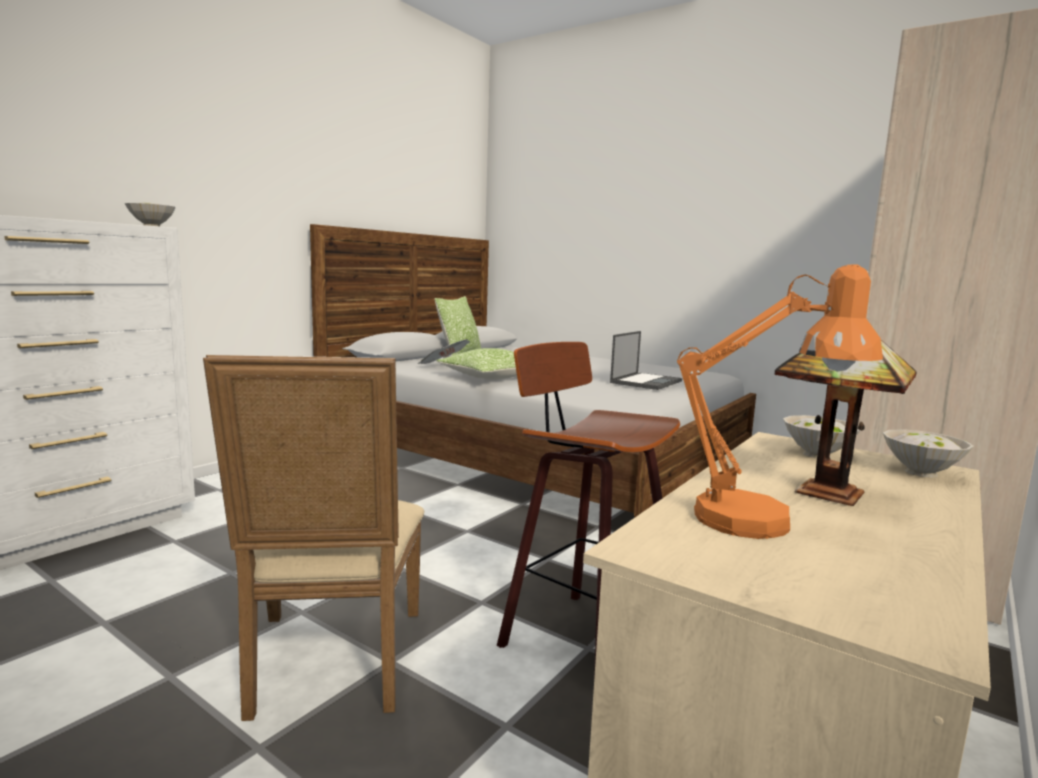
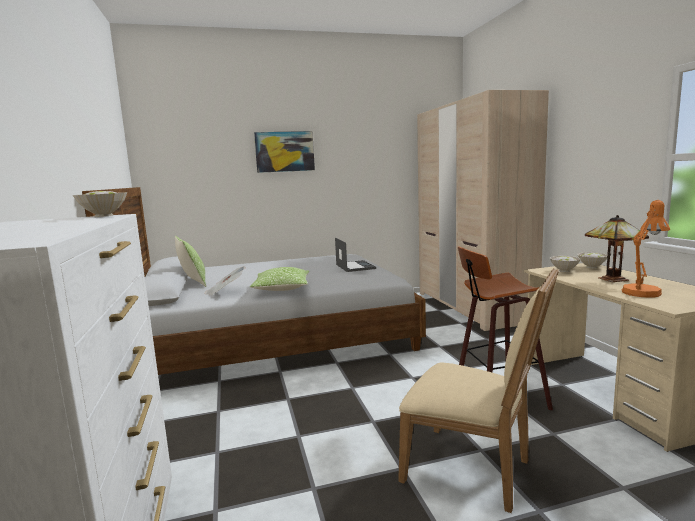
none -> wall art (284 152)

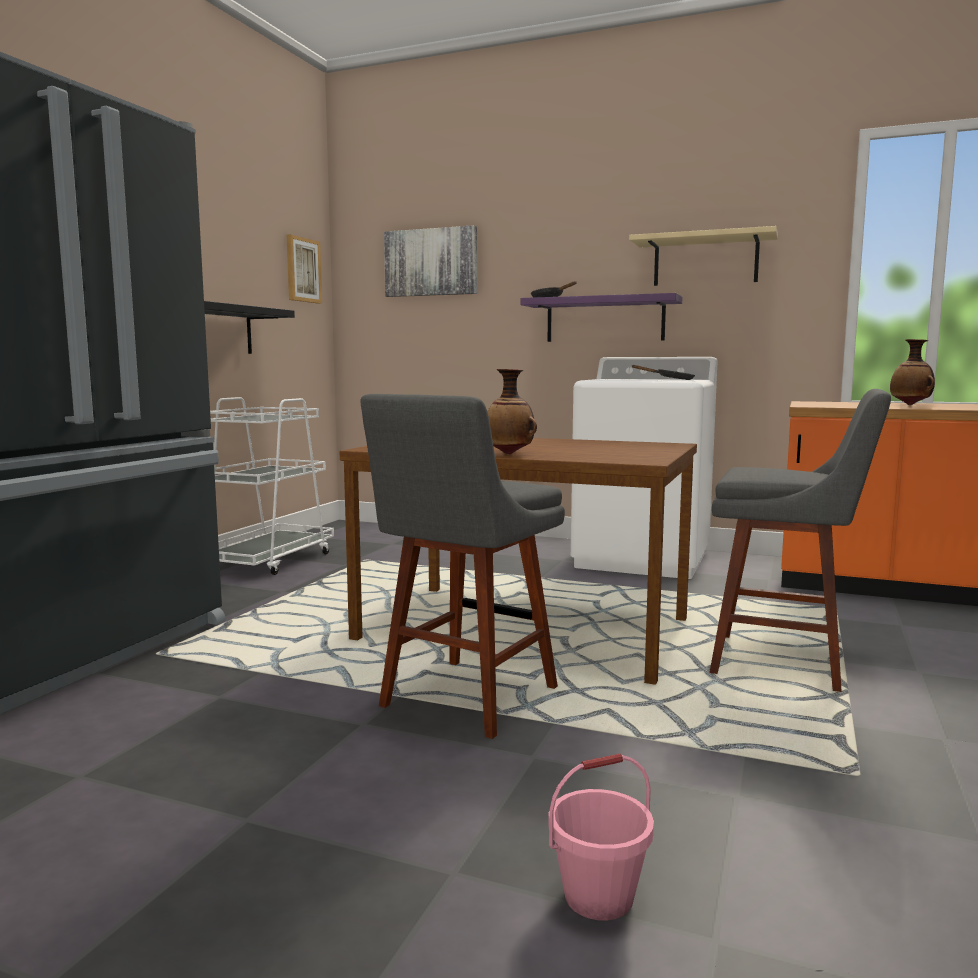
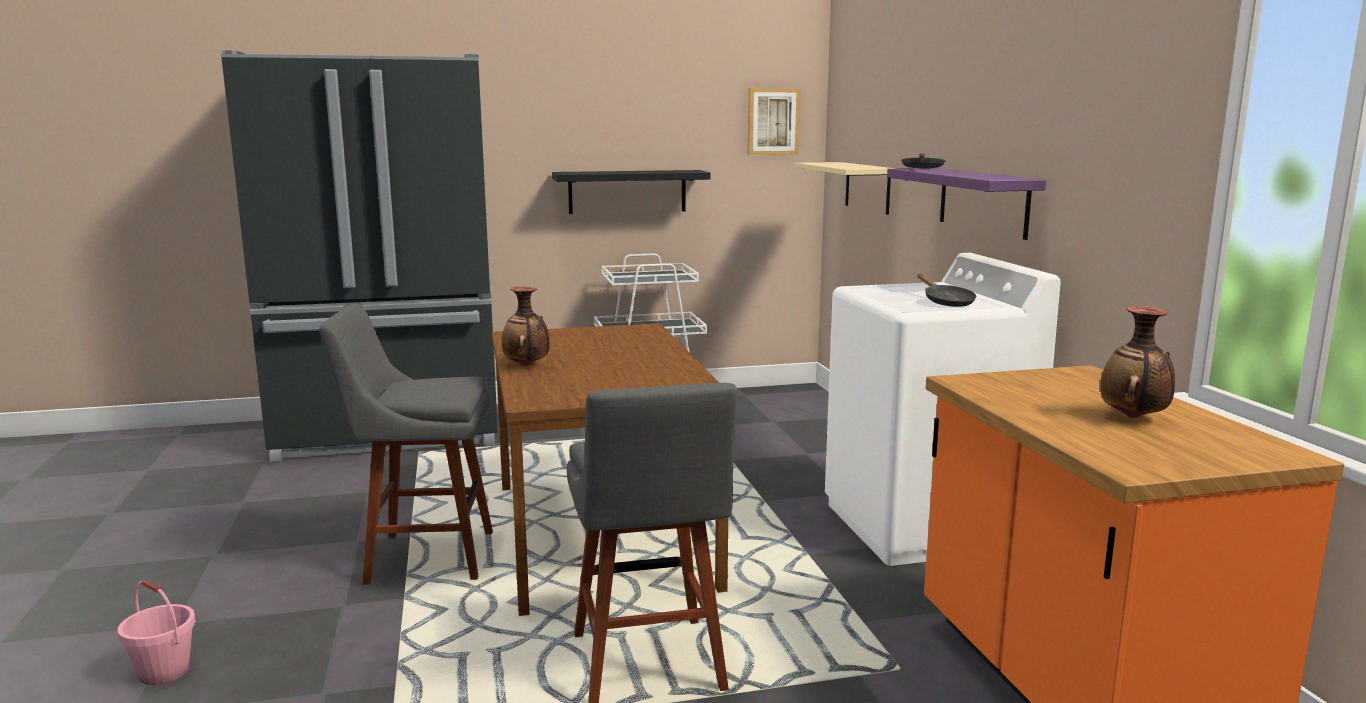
wall art (430 261) -> none
sand-coloured shelf (703 256) -> sand-coloured shelf (843 188), shifted

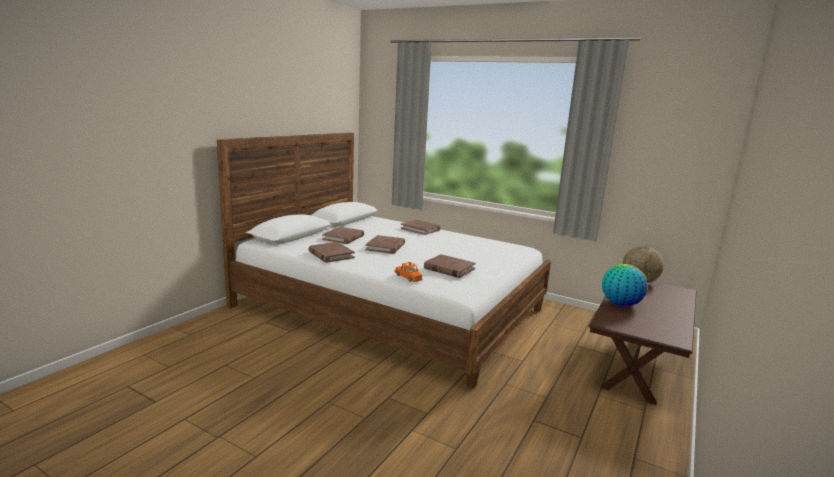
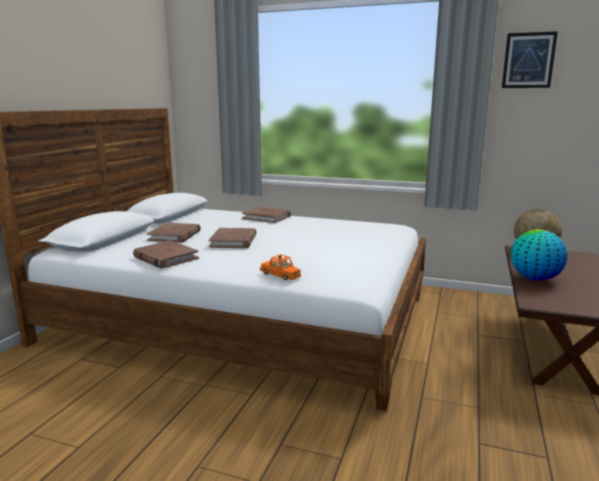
brown-coloured book (450 266) -> none
none -> wall art (530 59)

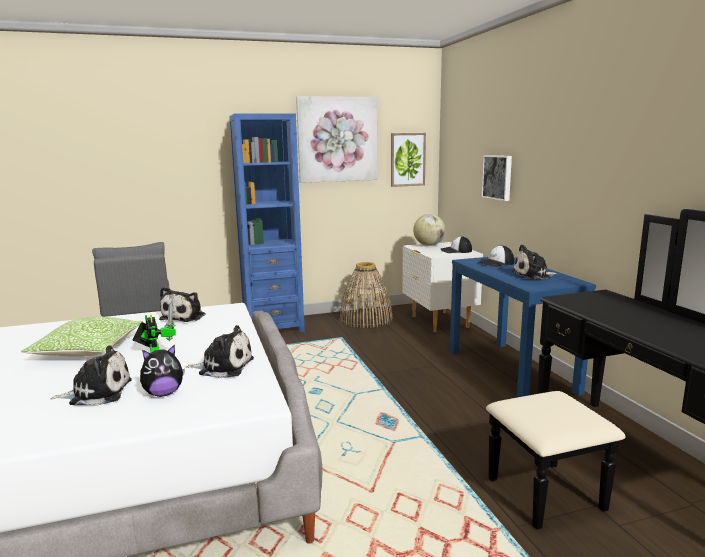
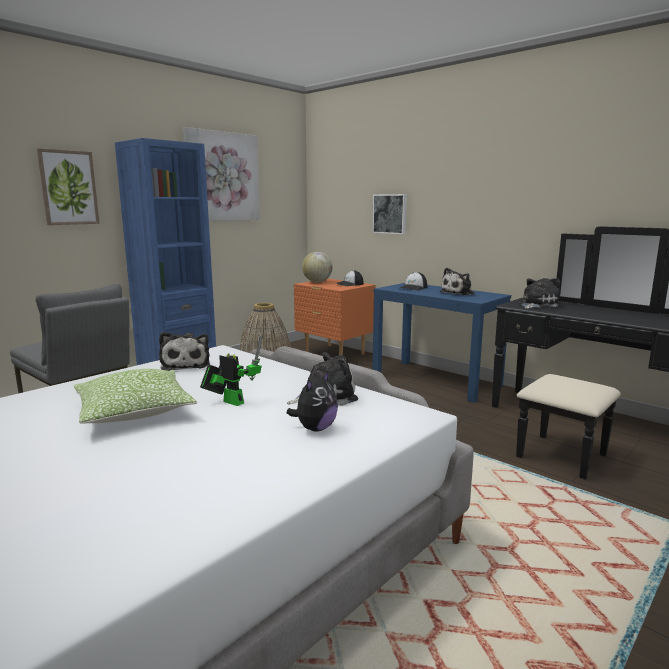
cuddly toy (91 375) -> cuddly toy (539 293), shifted
wall art (408 160) -> wall art (68 186), shifted
whitish bedside table (442 287) -> orange bedside table (335 317)

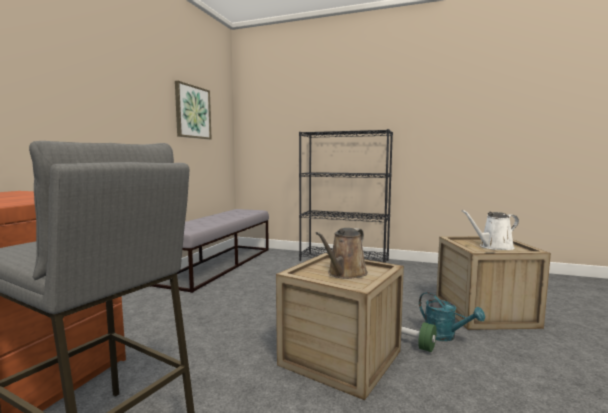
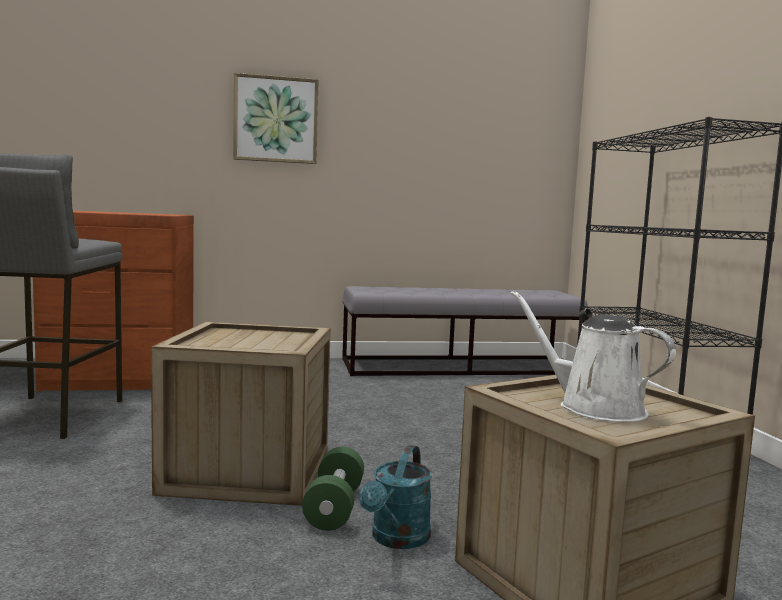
brown-coloured watering pot (342 253) -> none
wall art (193 110) -> wall art (276 118), shifted

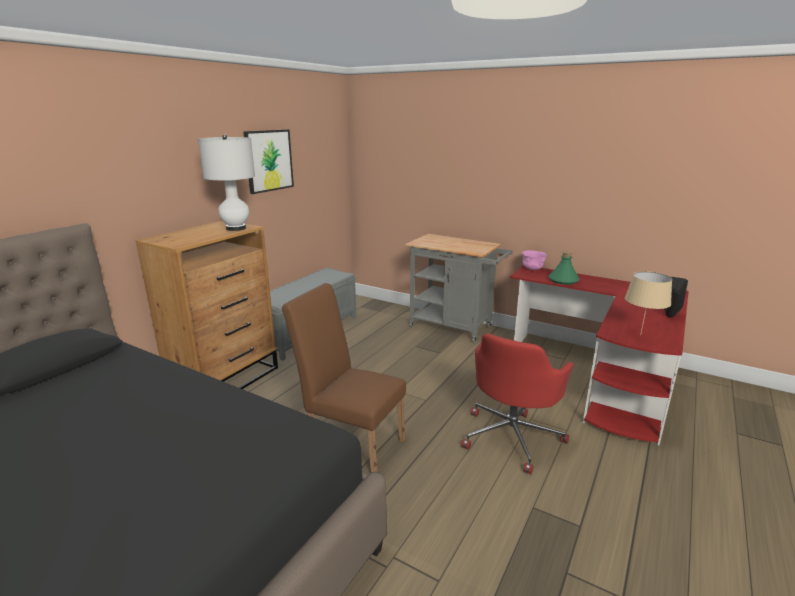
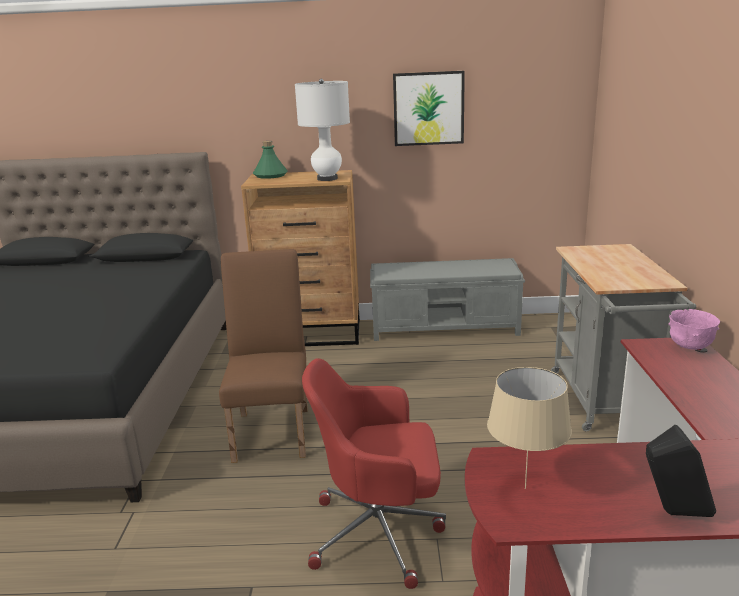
green bottle (564 268) -> green bottle (270 160), shifted

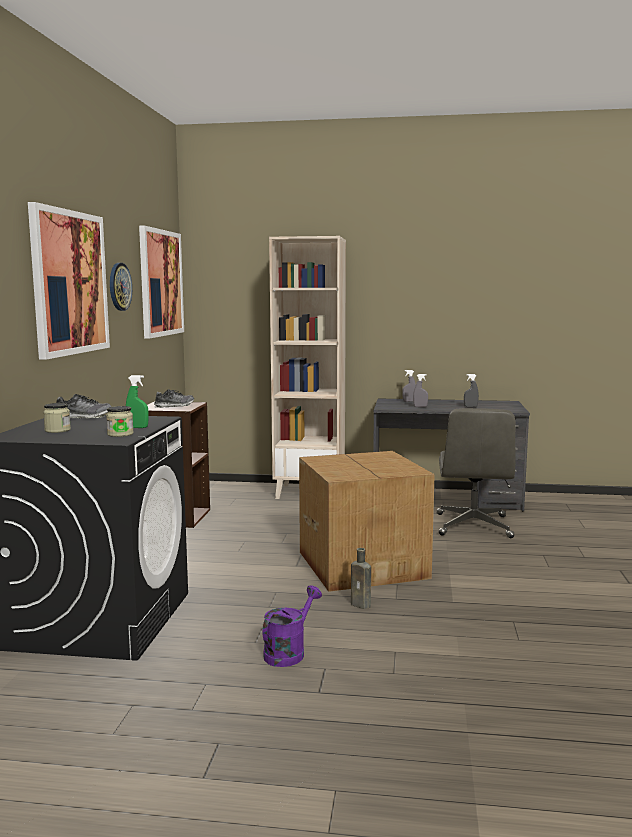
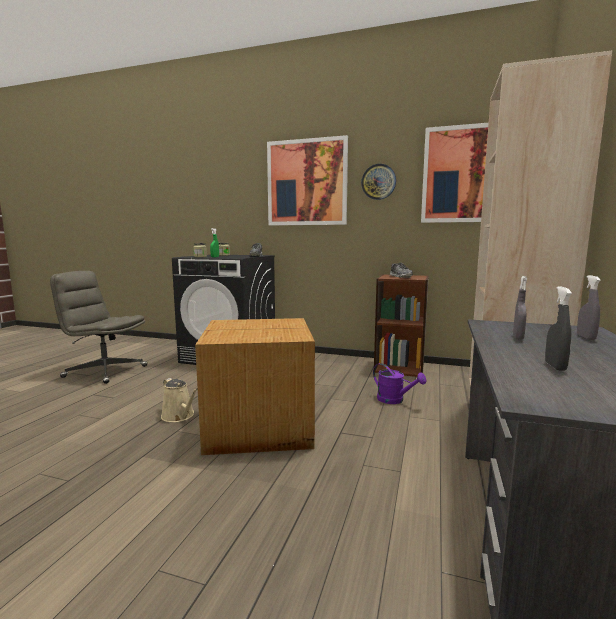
purple watering pot (292 626) -> purple watering pot (399 383), shifted
grey desk chair (476 473) -> grey desk chair (98 327), shifted
brown-coloured bottle (361 578) -> sand-coloured watering pot (179 400)

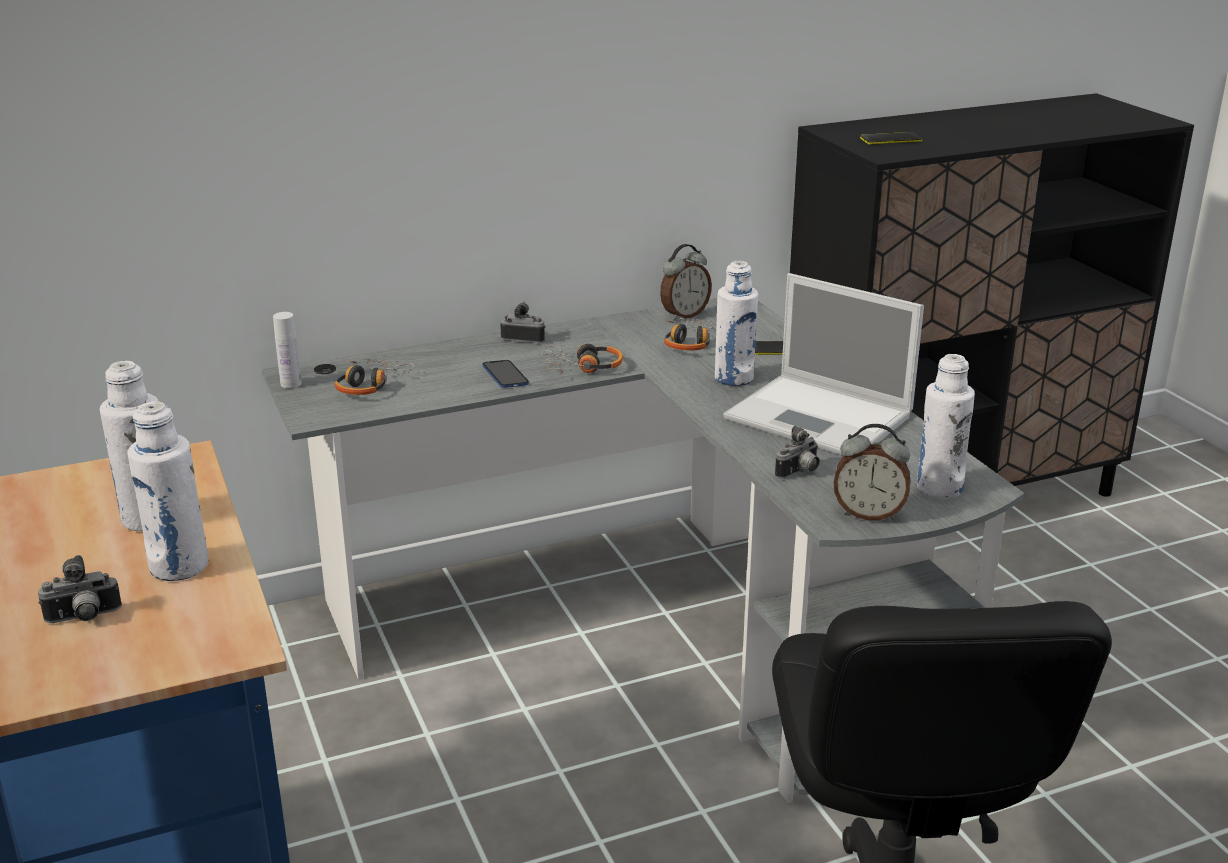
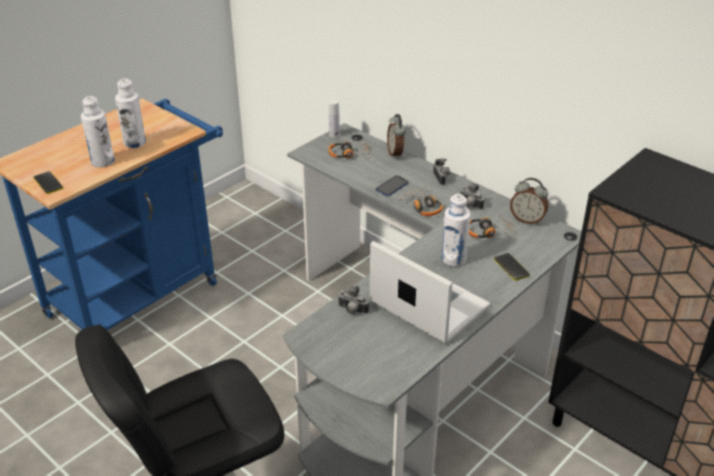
whitish bottle (946 426) -> none
still camera (80 589) -> still camera (472 196), shifted
table clock (872 472) -> table clock (396 136), shifted
phone (891 138) -> phone (48 182), shifted
notebook computer (824 364) -> notebook computer (430 292), 120 degrees clockwise

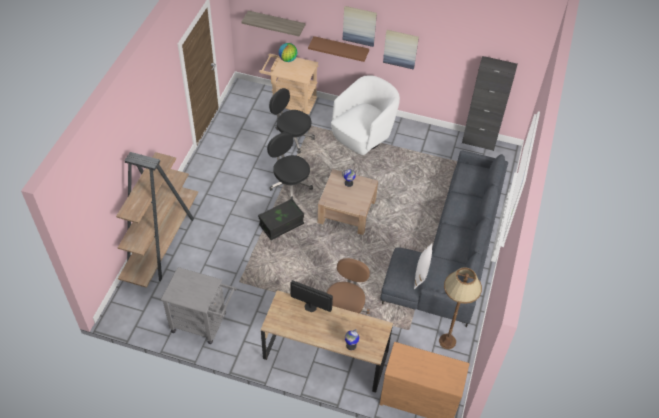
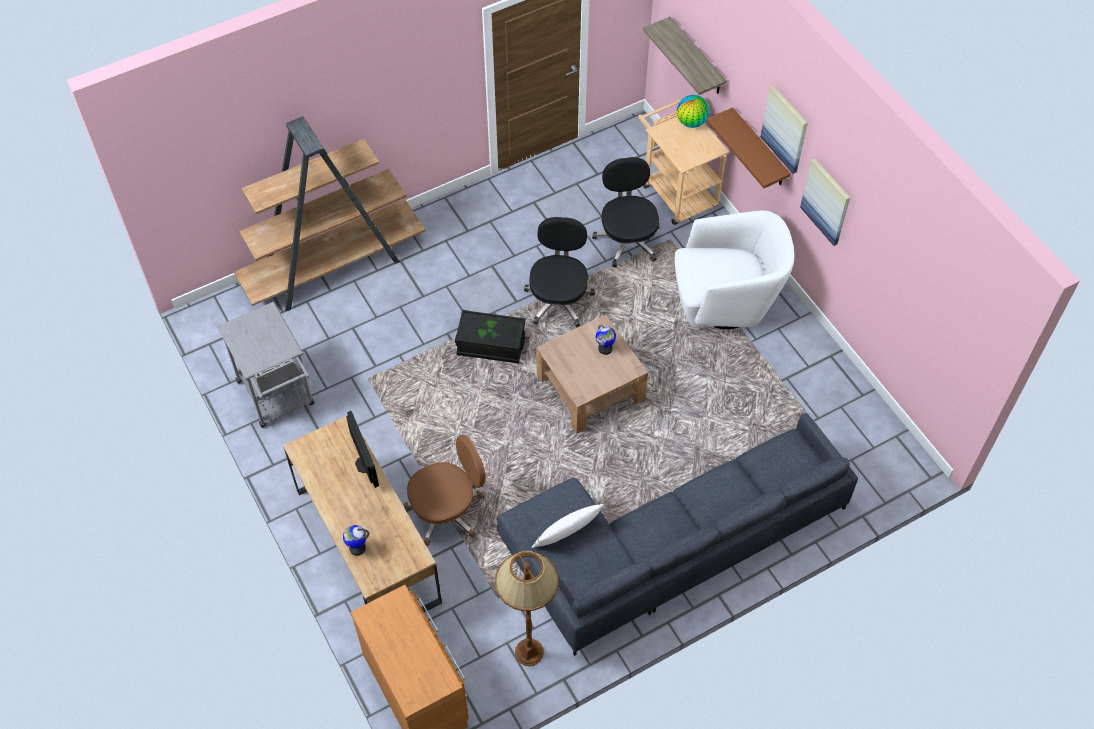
black cabinet (490 103) -> none

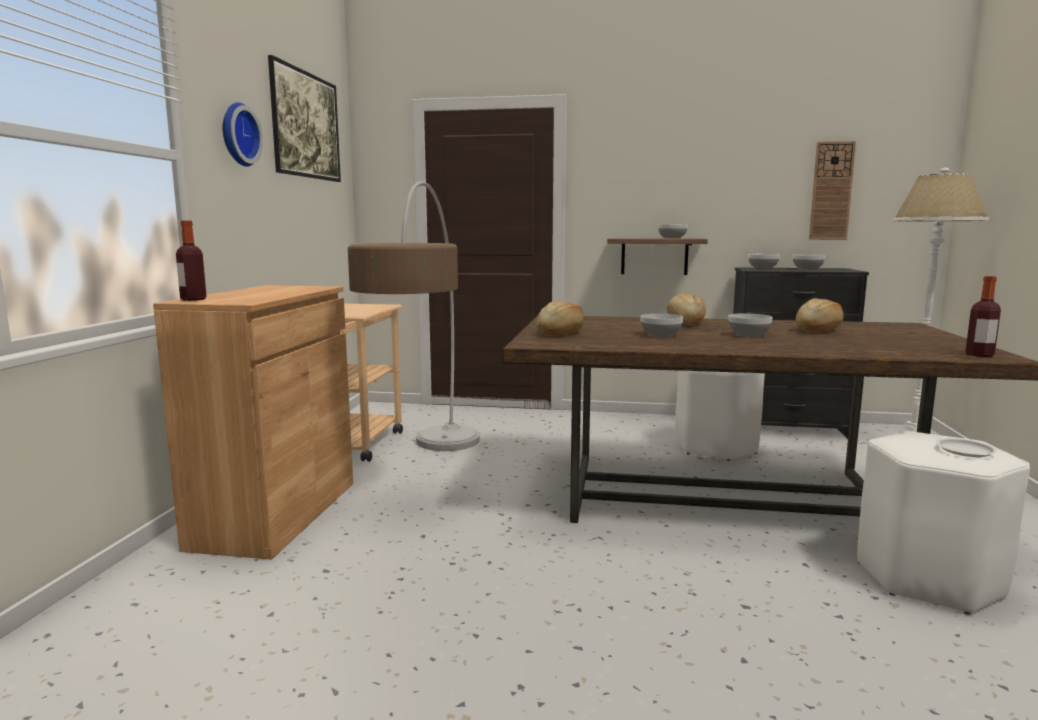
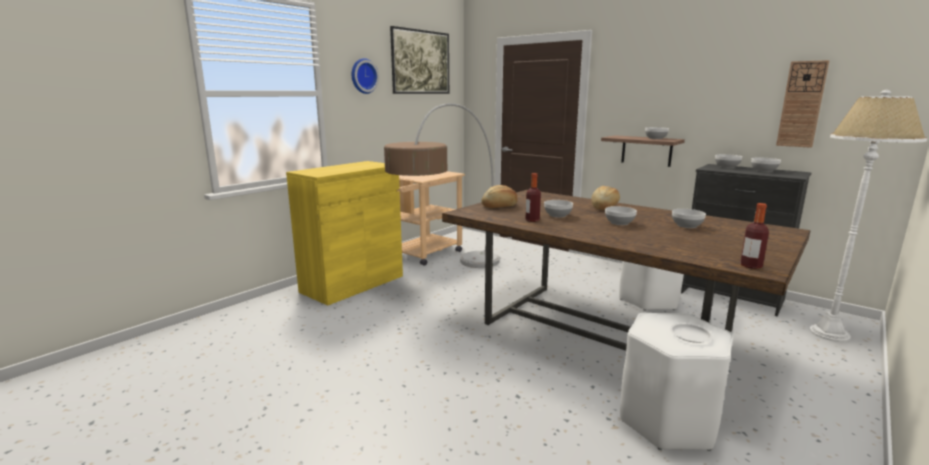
bottle (191 260) -> bottle (533 197), shifted
baked bread (820 315) -> bowl (689 218)
brown-coloured cabinet (253 422) -> yellow-coloured cabinet (344 233)

